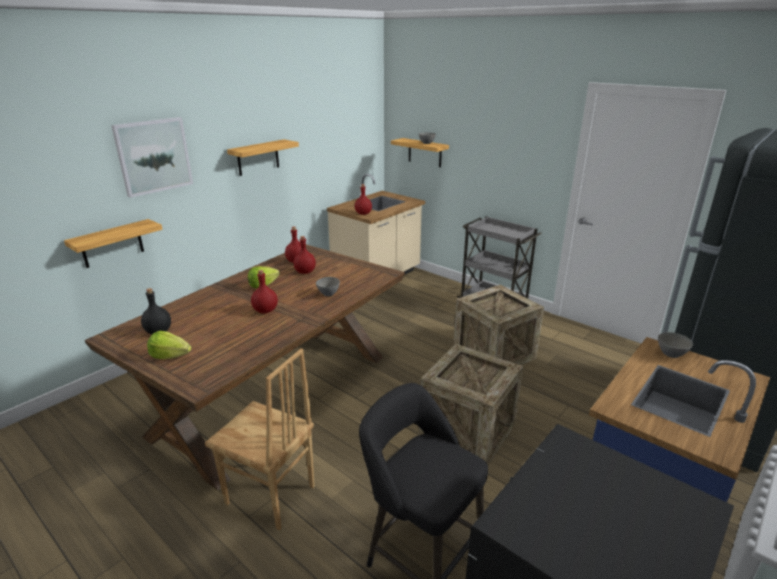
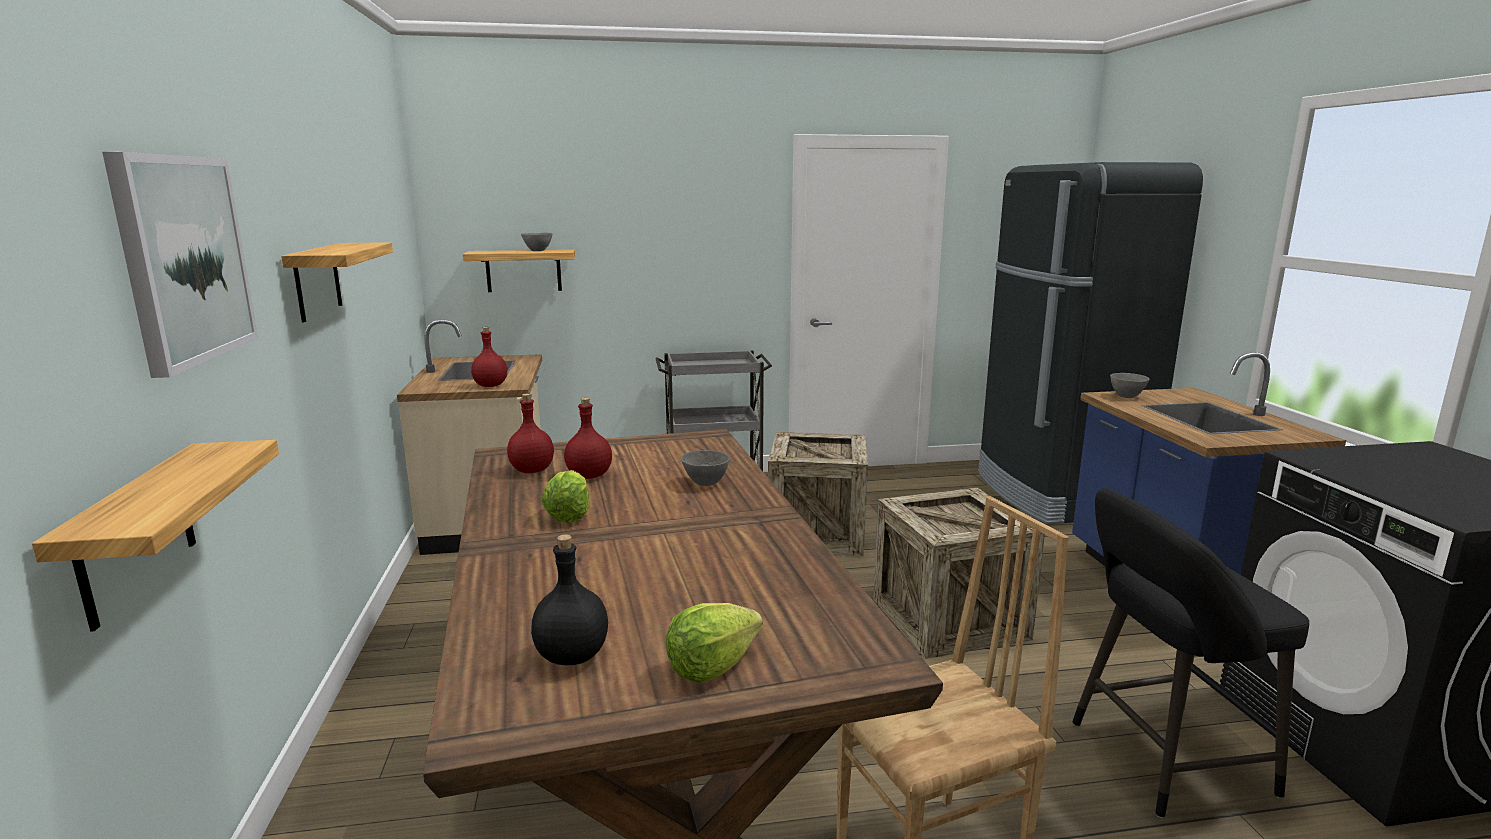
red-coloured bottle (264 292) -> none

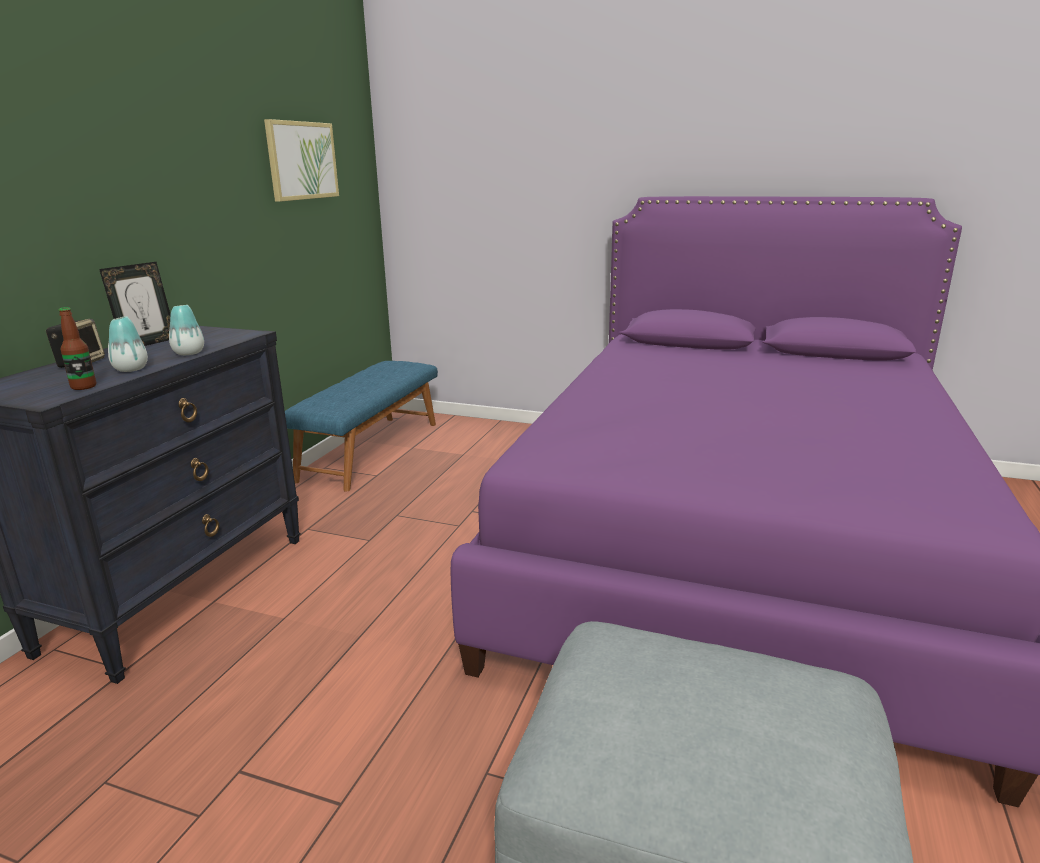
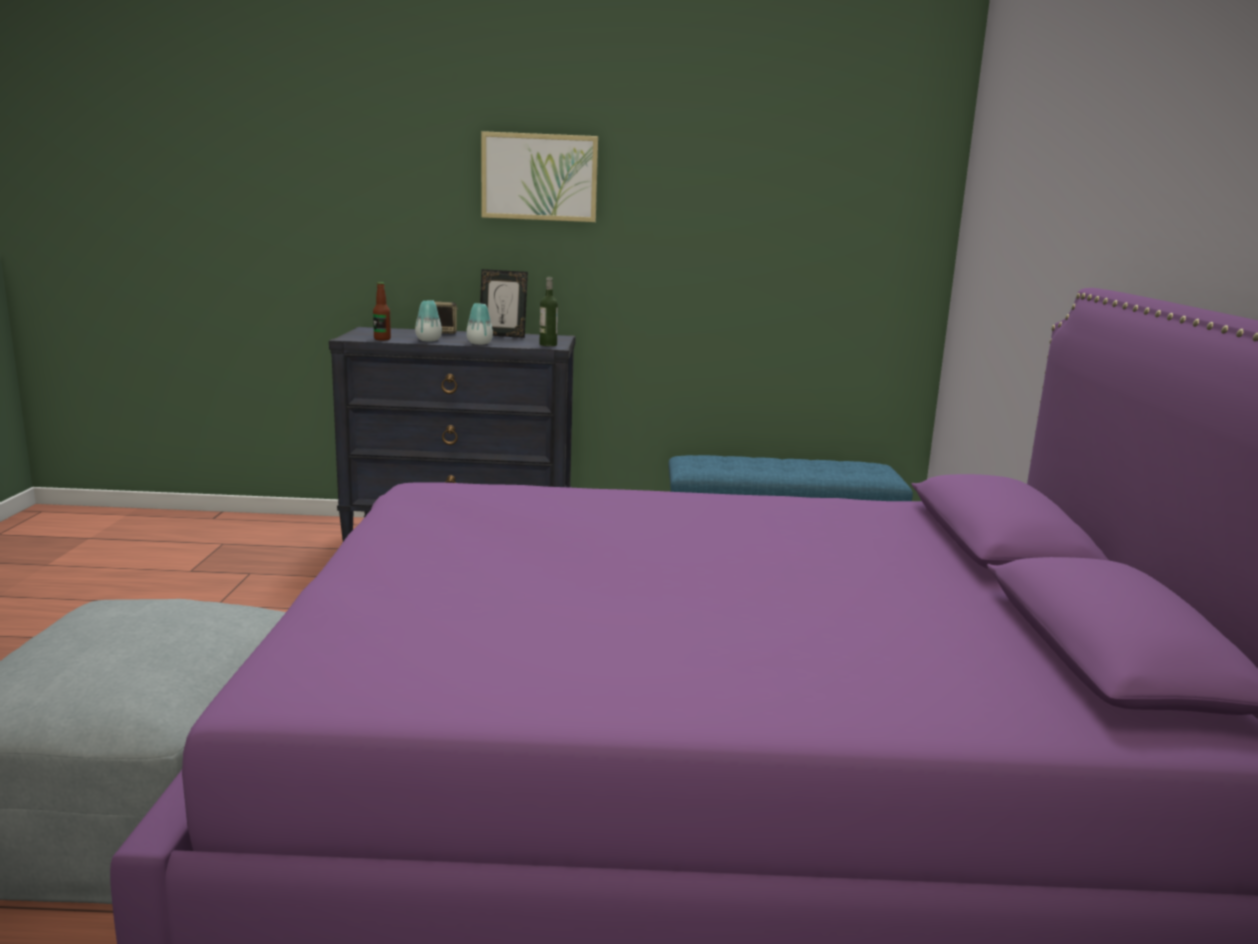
none -> bottle (549 311)
wall art (301 160) -> wall art (539 176), shifted

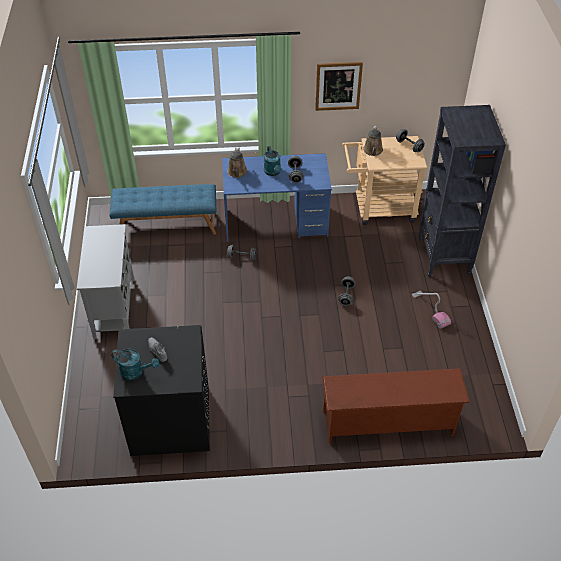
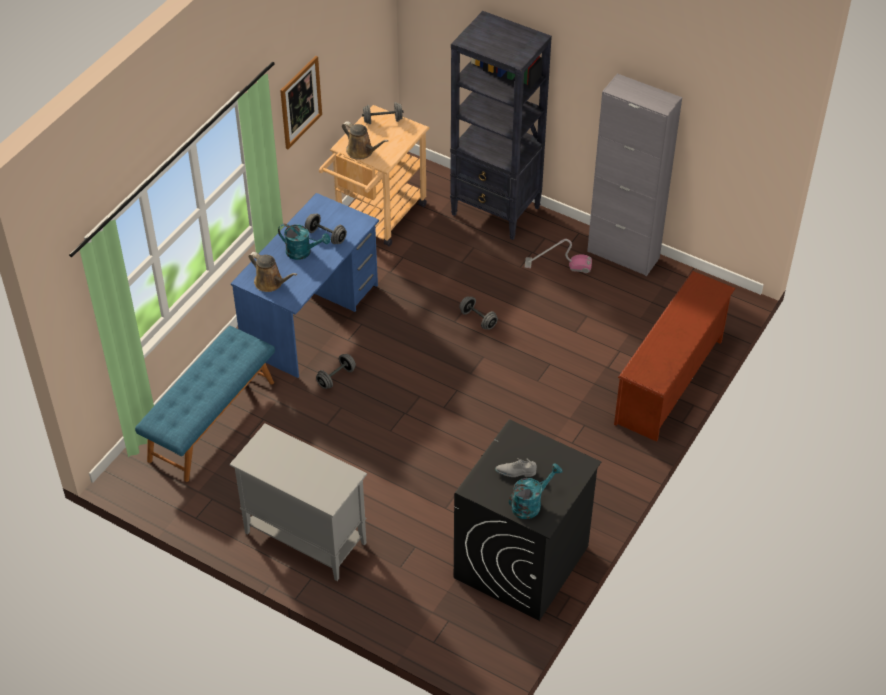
none -> grey cabinet (634 175)

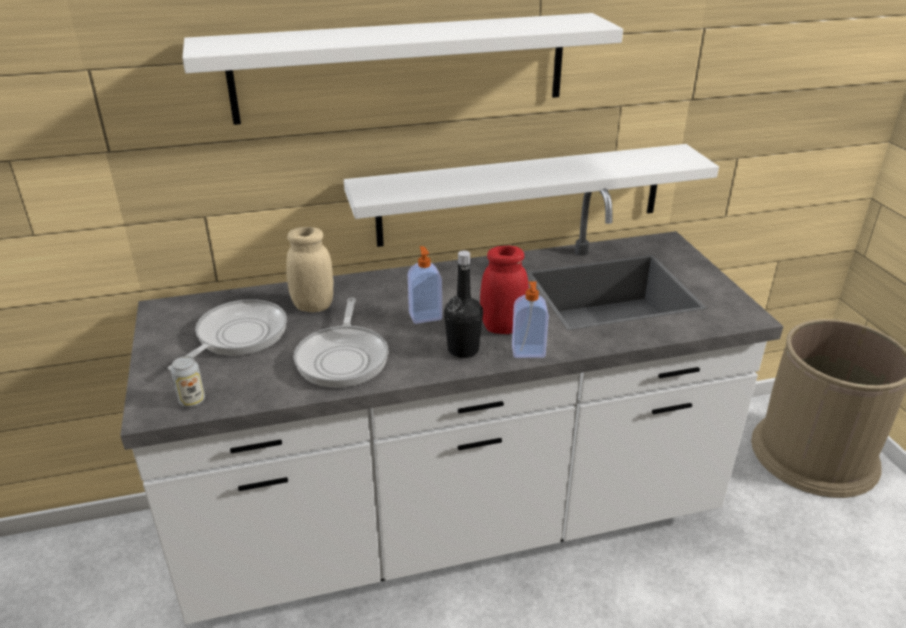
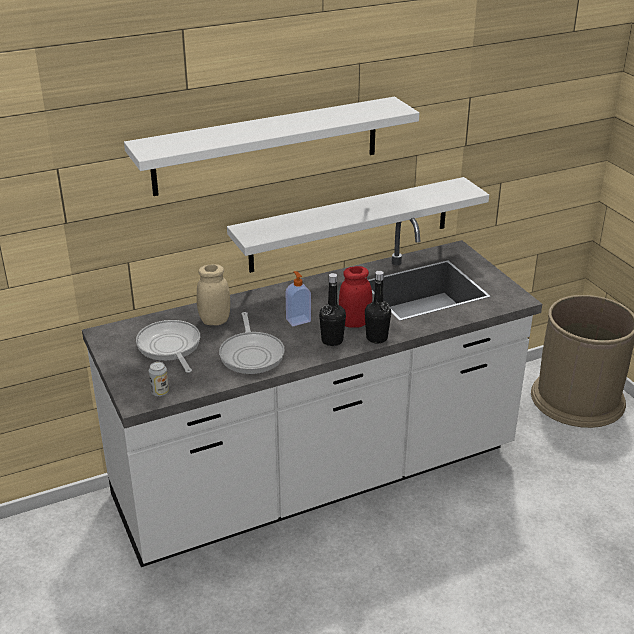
soap dispenser (530 319) -> black bottle (378 307)
pan (227 335) -> pan (168 346), 45 degrees counterclockwise

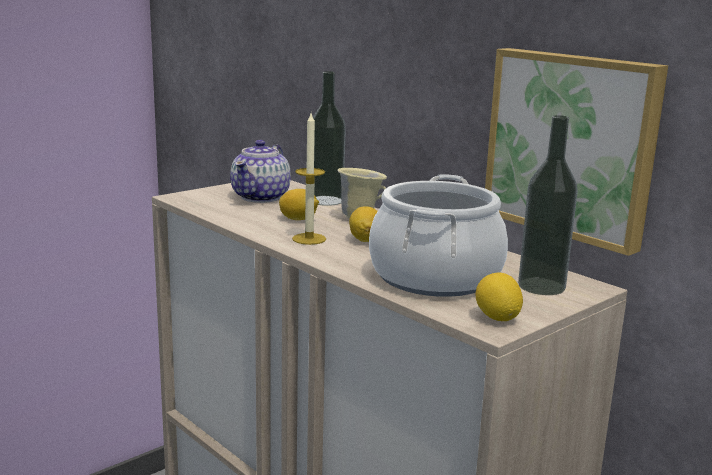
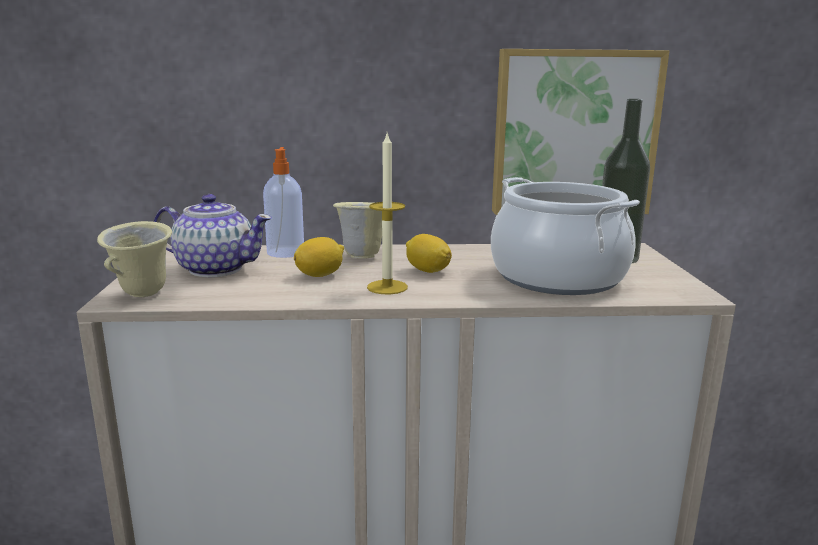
lemon (499 296) -> none
none -> sand-coloured mug (134 259)
bottle (329 138) -> soap dispenser (283 202)
tea pot (260 171) -> tea pot (213 235), 45 degrees counterclockwise

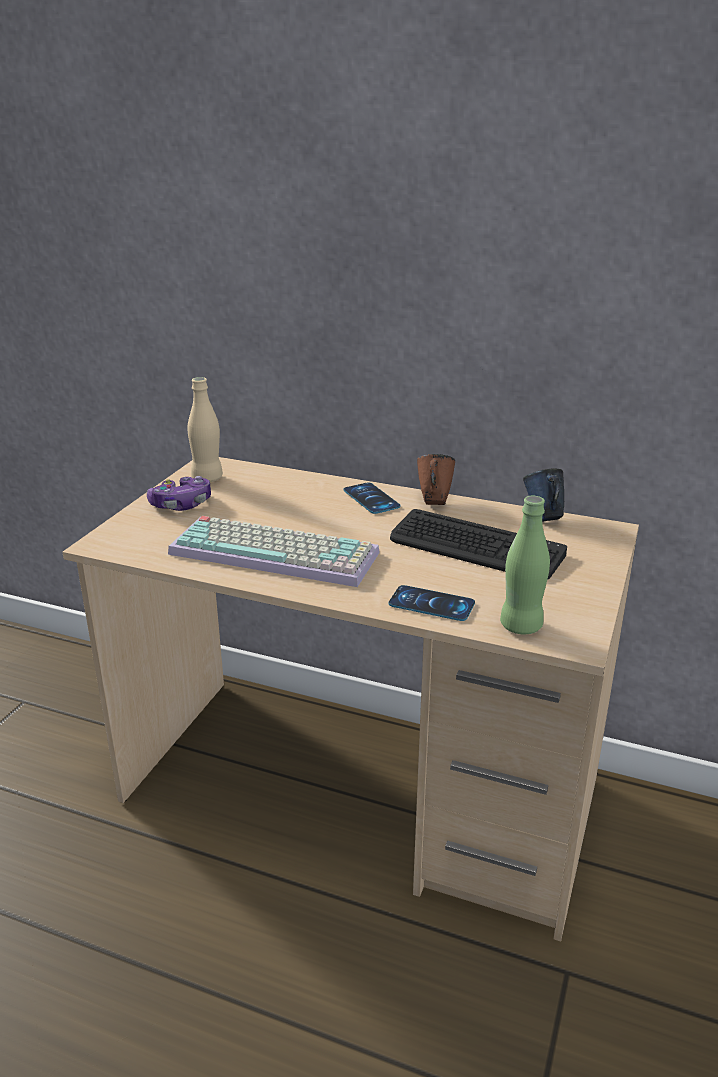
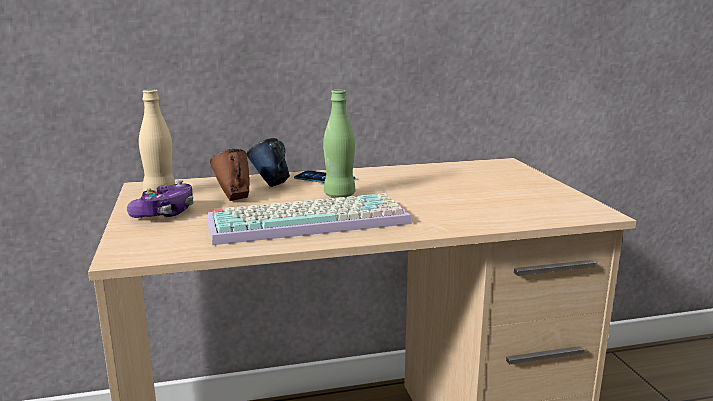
phone (432 603) -> none
PC keyboard (478 544) -> none
brown-coloured mug (436 479) -> brown-coloured mug (230 175), shifted
green bottle (525 565) -> green bottle (339 144), shifted
bluish mug (543 495) -> bluish mug (268 162), shifted

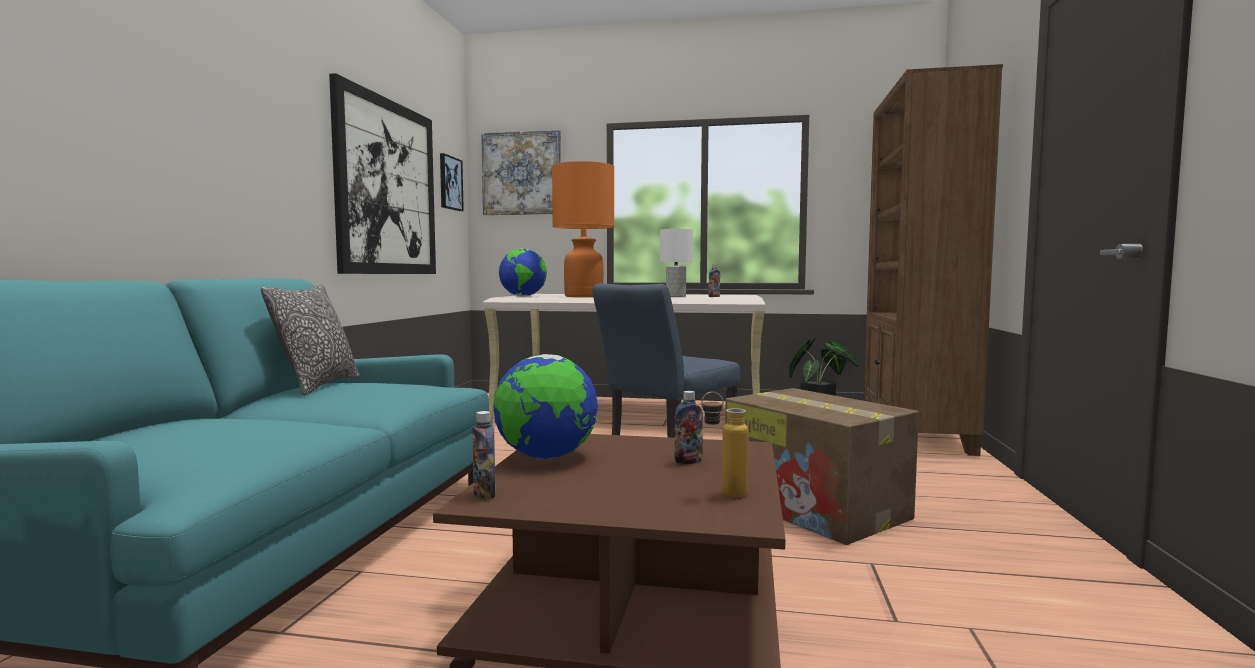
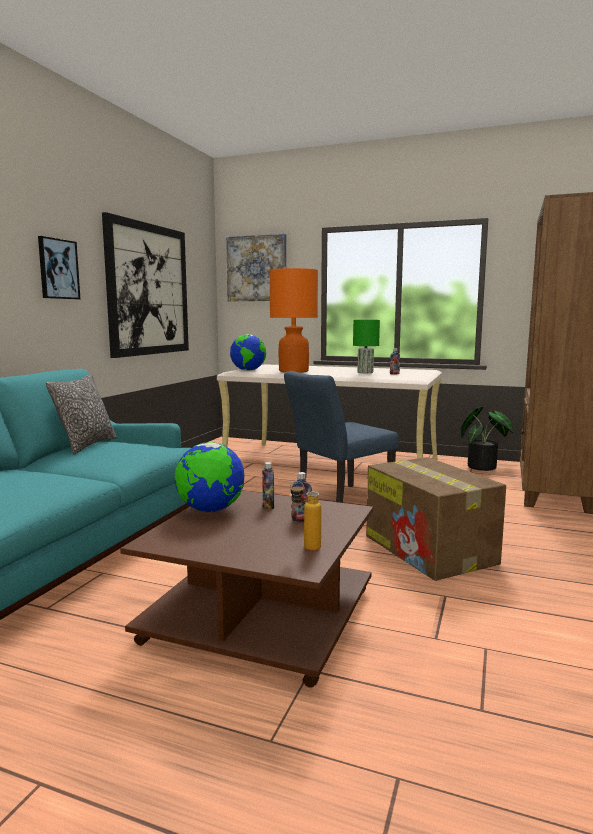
wall art (452 182) -> wall art (59 267), shifted
bottle (484 455) -> bottle (268 486), shifted
whitish table lamp (676 263) -> green table lamp (366 346)

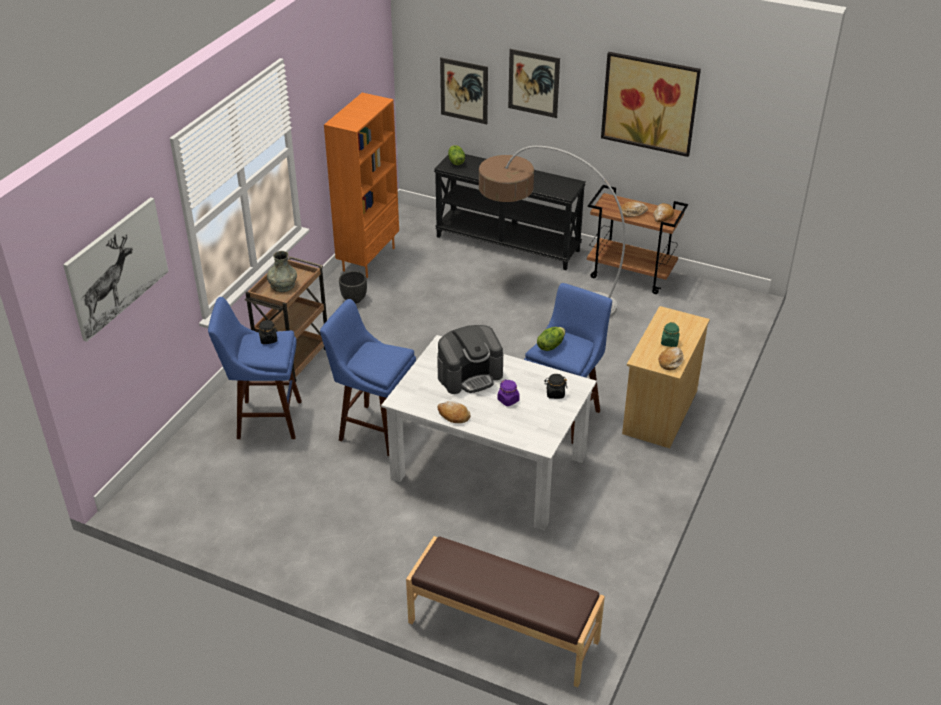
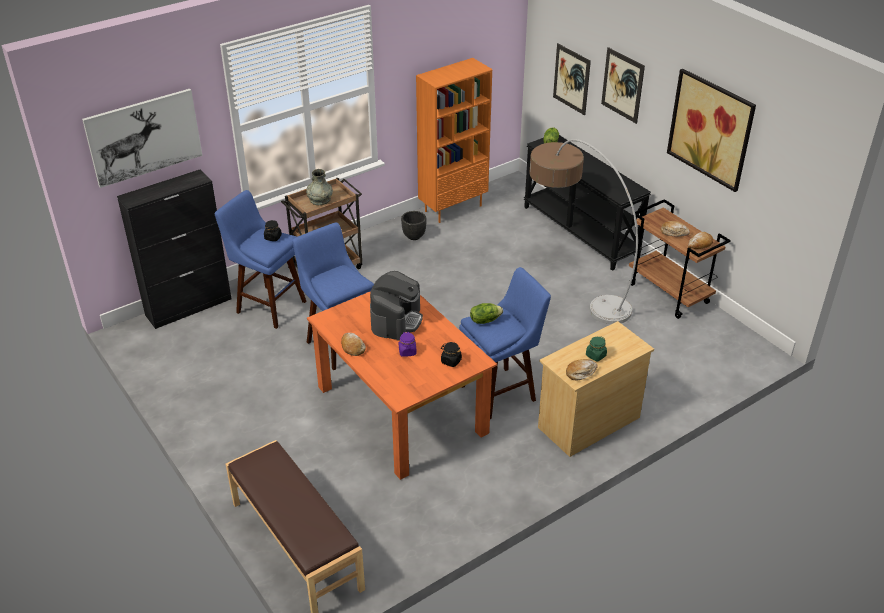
none -> black cabinet (174 249)
whitish dinner table (489 432) -> orange dinner table (402 385)
coffee machine (470 359) -> coffee machine (396 306), 75 degrees counterclockwise

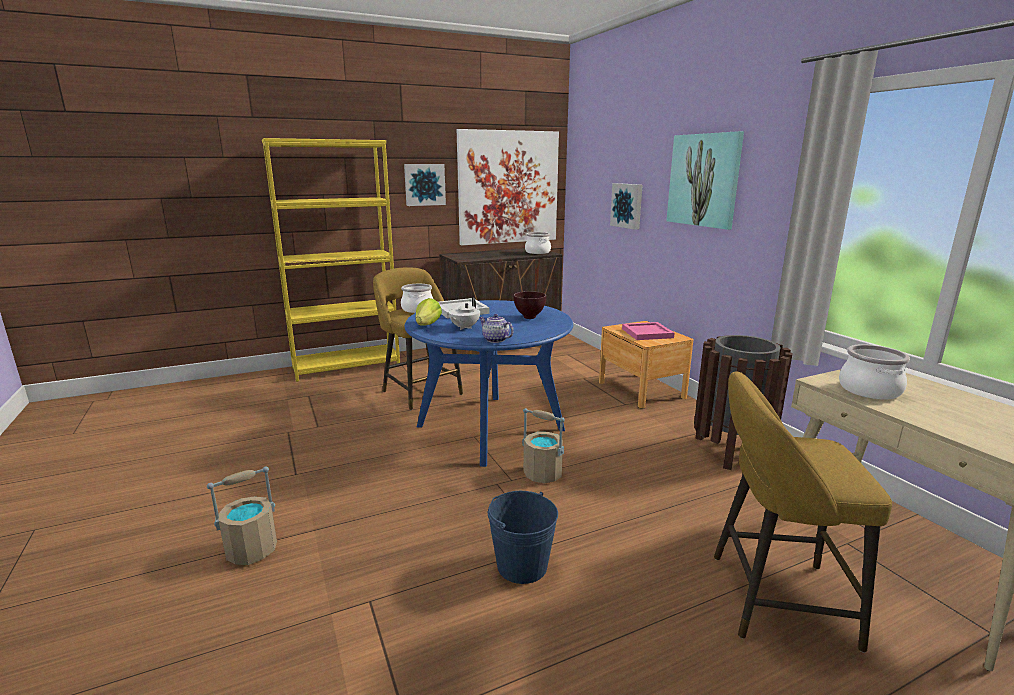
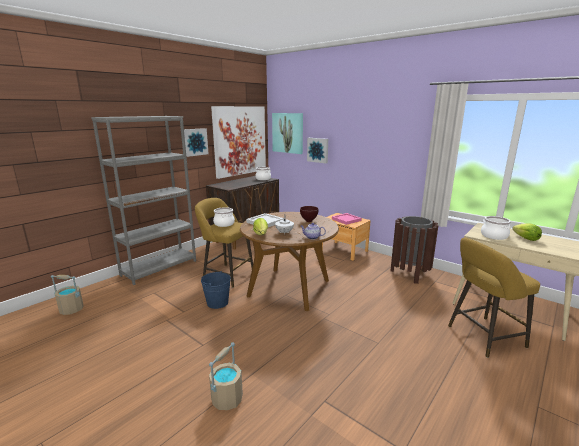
none -> lettuce (527 232)
bluish water bucket (523 537) -> bluish water bucket (216 290), shifted
sand-coloured water bucket (543 445) -> sand-coloured water bucket (67 295), shifted
wall art (705 180) -> wall art (287 133), shifted
yellow-coloured bookshelf (331 260) -> grey bookshelf (143 200)
bluish dinner table (488 383) -> brown-coloured dinner table (289 261)

